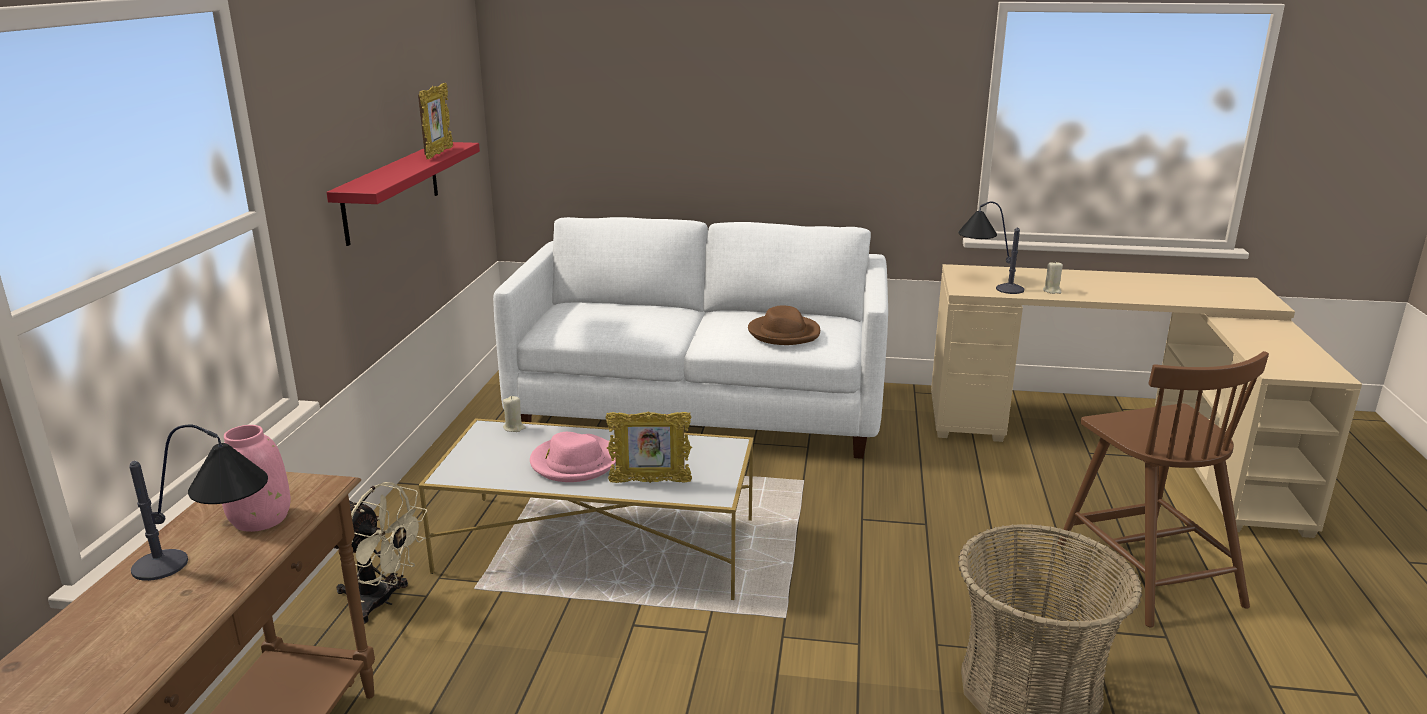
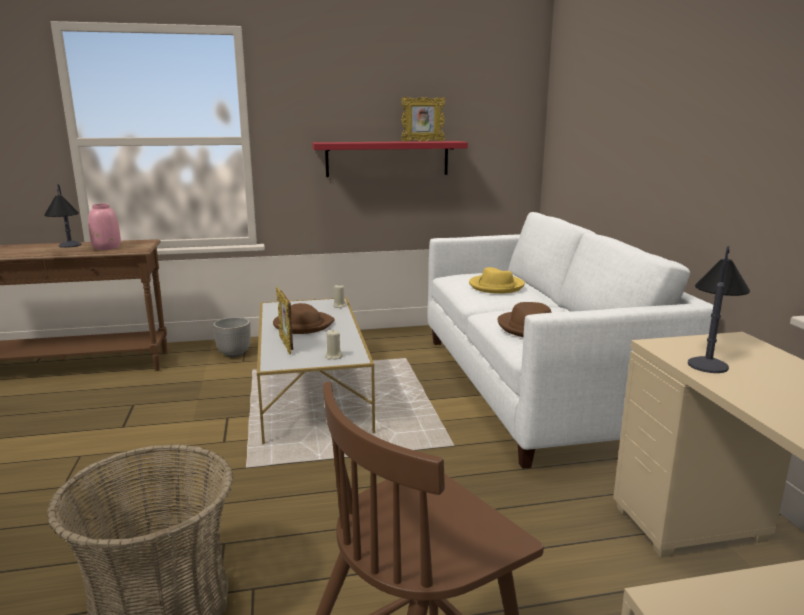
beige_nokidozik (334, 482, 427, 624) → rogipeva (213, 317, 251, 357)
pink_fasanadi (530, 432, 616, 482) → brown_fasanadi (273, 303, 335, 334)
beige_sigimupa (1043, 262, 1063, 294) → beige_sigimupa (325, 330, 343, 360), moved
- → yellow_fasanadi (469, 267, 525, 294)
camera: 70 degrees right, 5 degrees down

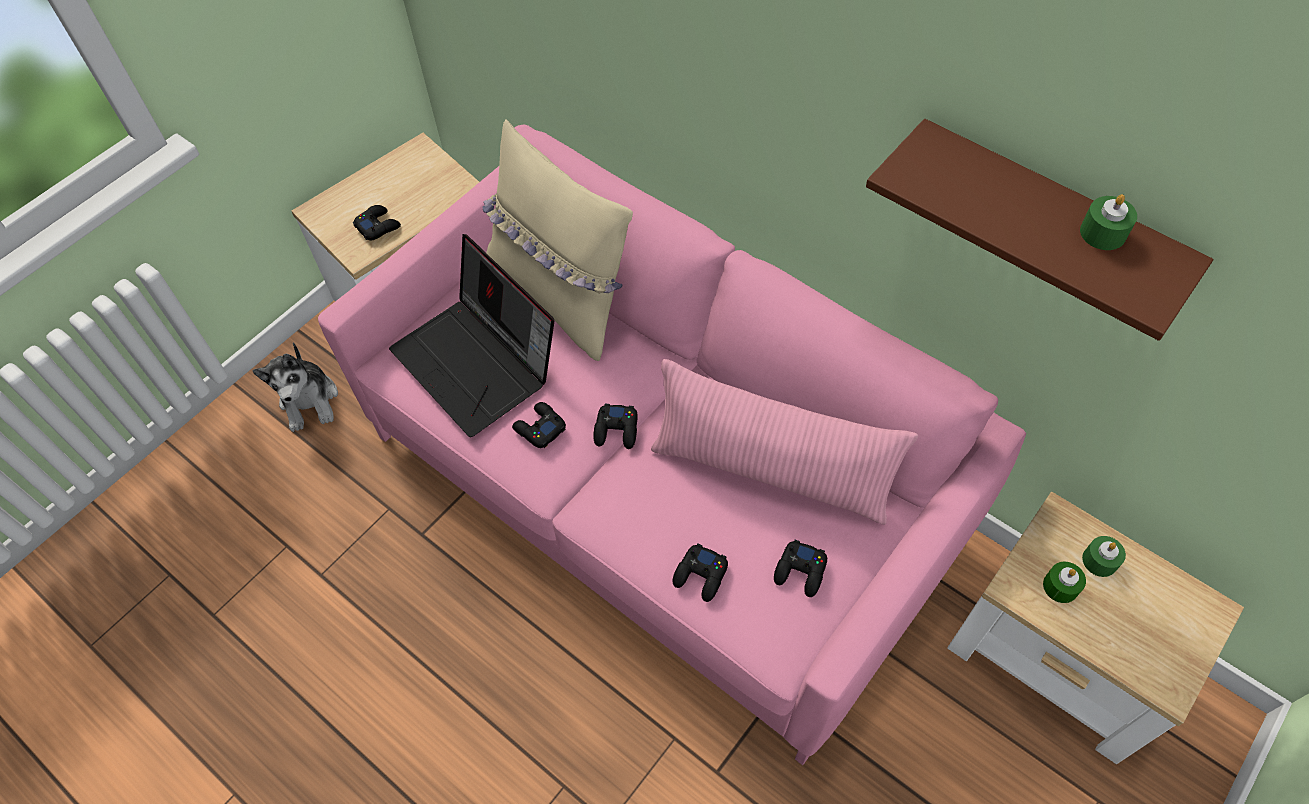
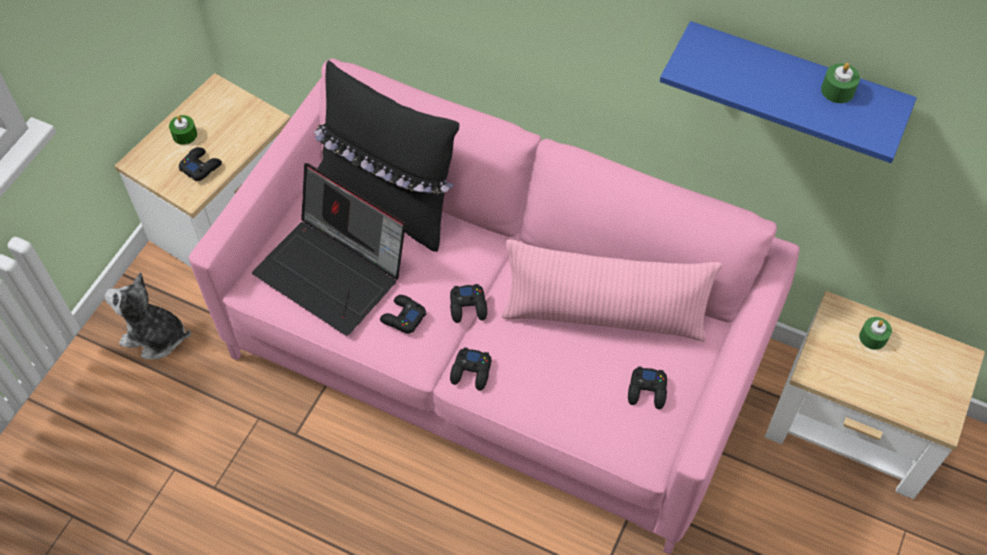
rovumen (253, 343, 338, 432) → rovumen (105, 272, 191, 359), 135 degrees clockwise
green_sigimupa (1043, 562, 1086, 603) → green_sigimupa (169, 115, 197, 145), moved
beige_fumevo (483, 119, 633, 361) → black_fumevo (314, 60, 459, 252)
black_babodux (673, 544, 728, 602) → black_babodux (450, 347, 491, 391), moved
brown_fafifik (866, 119, 1213, 341) → blue_fafifik (660, 21, 917, 163)
camera: 15 degrees left, 0 degrees up

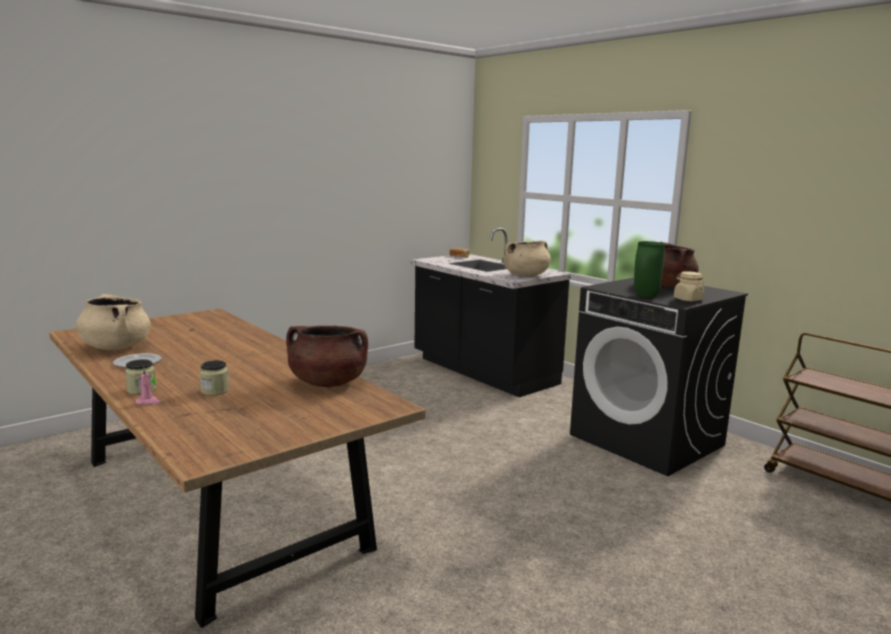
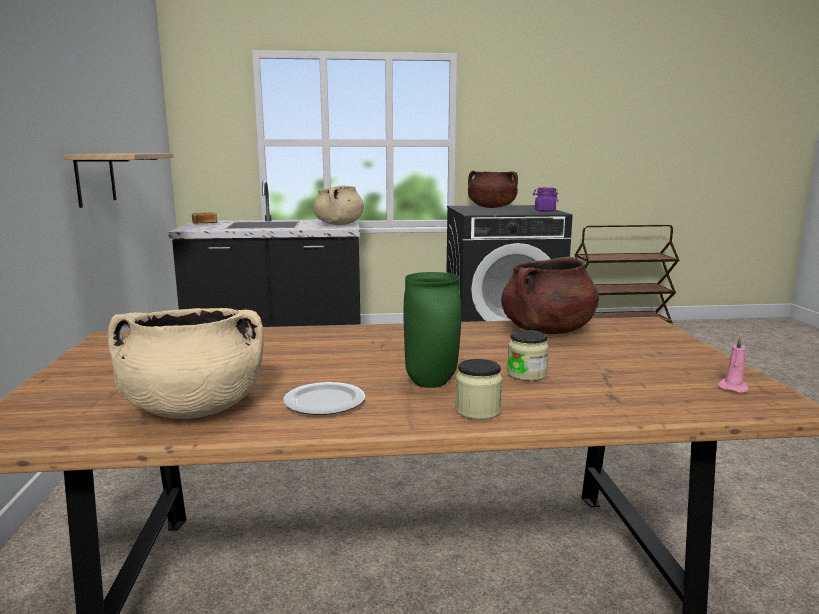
- → fafifik (64, 153, 173, 208)
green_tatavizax (634, 241, 665, 298) → green_tatavizax (404, 272, 461, 388), moved
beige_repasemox (674, 272, 705, 301) → purple_repasemox (533, 187, 558, 212)
pink_sigimupa (135, 368, 160, 405) → pink_sigimupa (717, 335, 749, 393), moved
camera: 55 degrees left, 0 degrees up

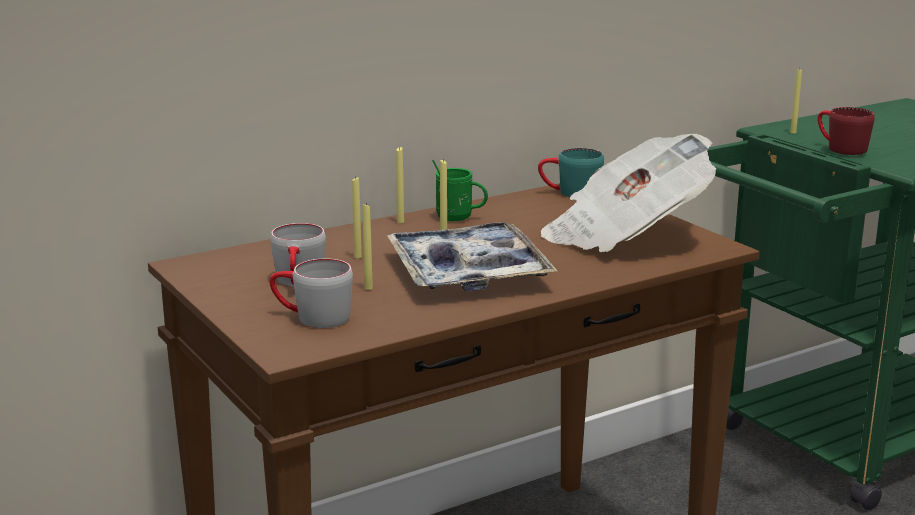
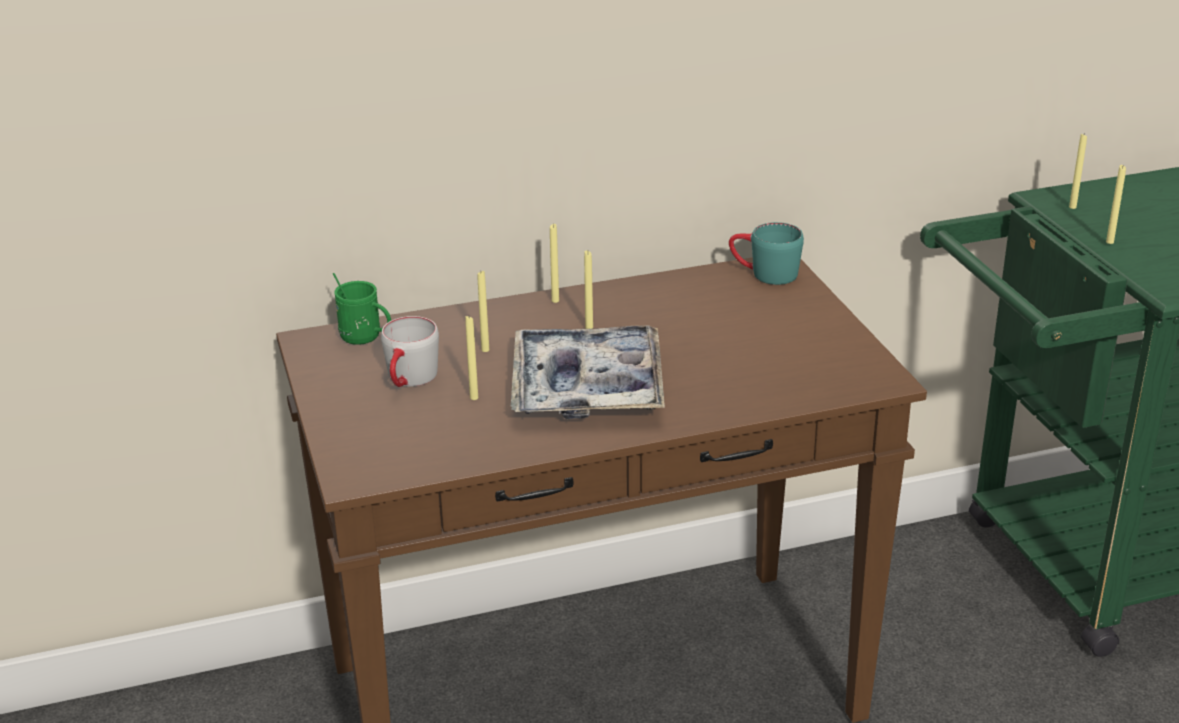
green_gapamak (432, 160, 488, 221) → green_gapamak (333, 273, 391, 345), moved
red_gapamak (818, 107, 875, 155) → yellow_sigimupa (1106, 165, 1126, 244)
grey_gapamak (270, 259, 353, 328) → -
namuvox (541, 134, 716, 252) → -
camera: 15 degrees right, 10 degrees up

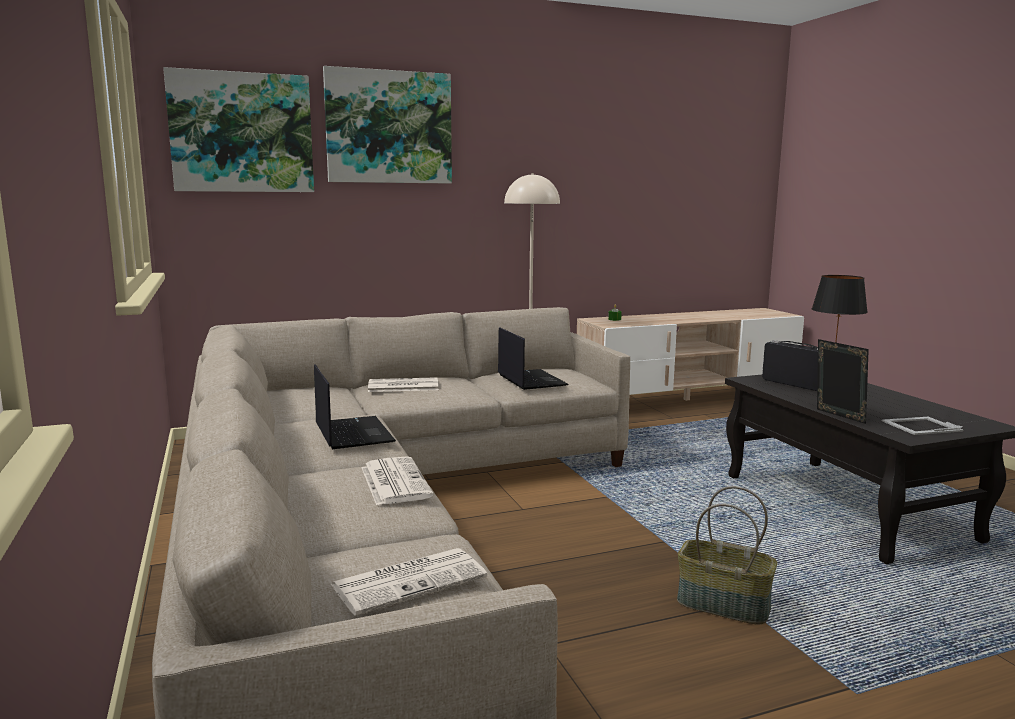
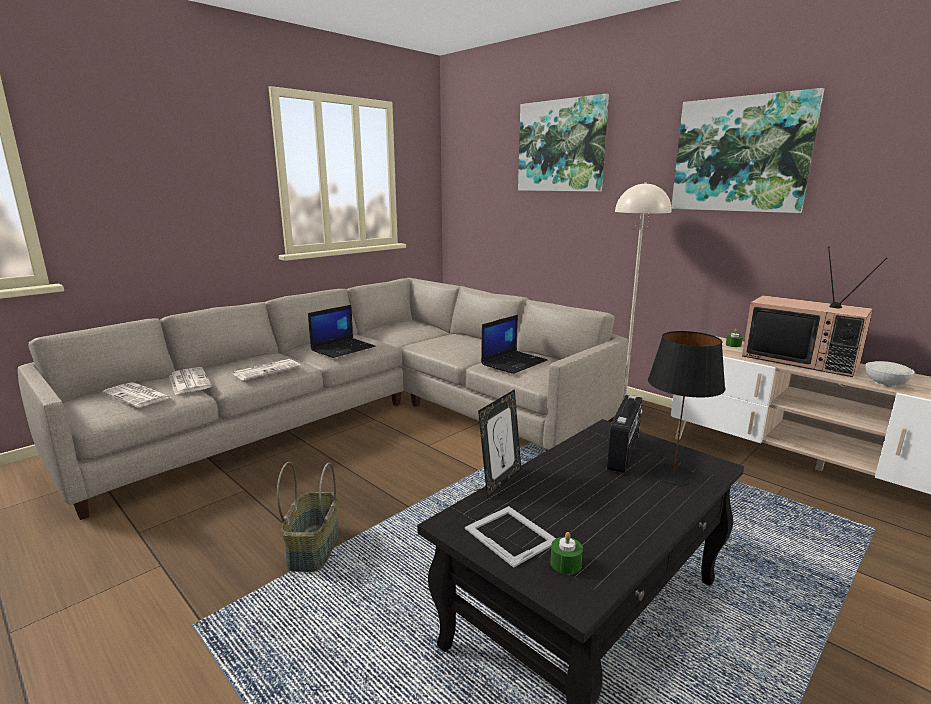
namuvox (368, 377, 439, 392) → namuvox (169, 367, 212, 395), moved
- → green_sigimupa (550, 532, 583, 574)
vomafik (163, 67, 314, 192) → vomafik (671, 88, 824, 213), moved
- → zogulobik (742, 247, 888, 377)
- → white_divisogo (865, 361, 914, 387)
camera: 65 degrees right, 5 degrees up

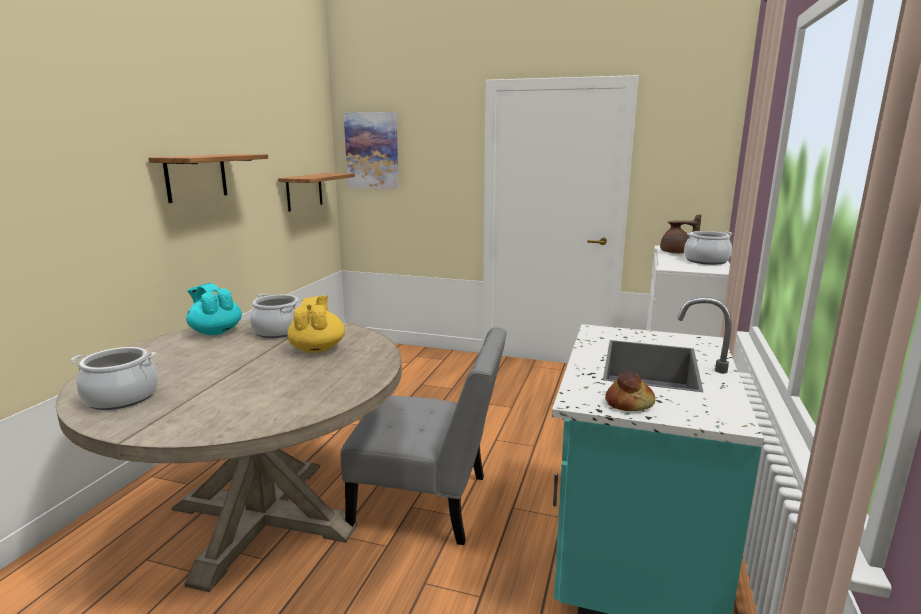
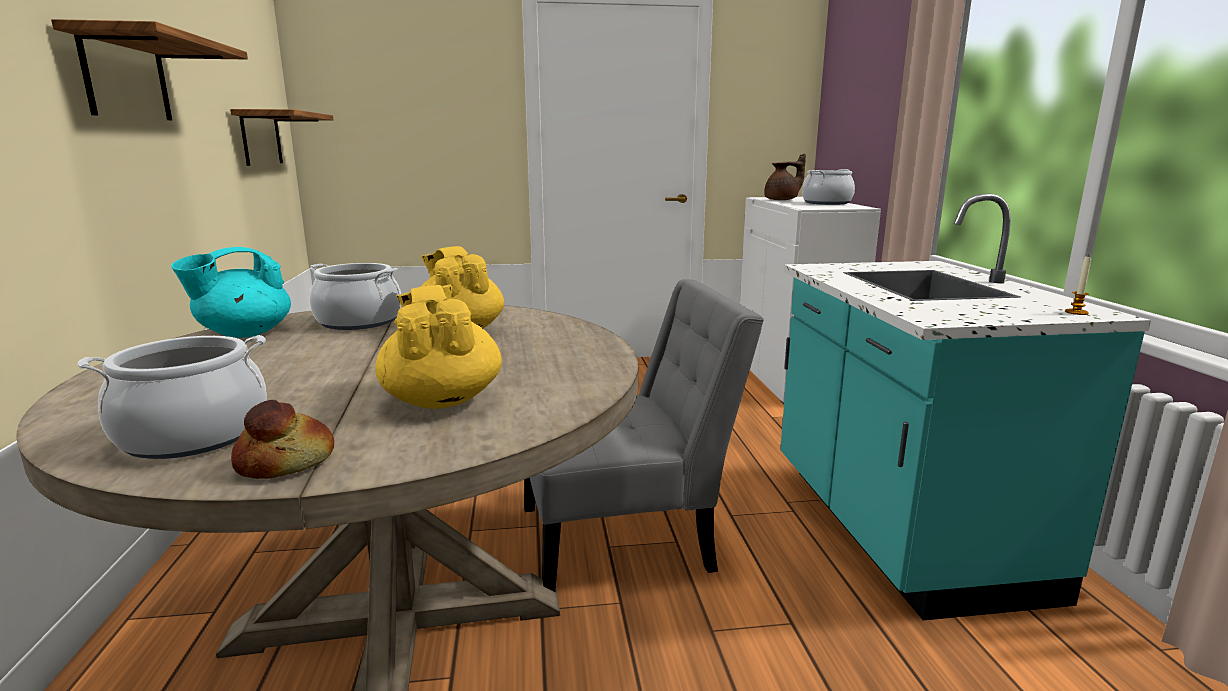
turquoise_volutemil (186, 283, 242, 335) → turquoise_volutemil (171, 247, 291, 338), 60 degrees counterclockwise
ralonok (605, 371, 655, 411) → ralonok (231, 400, 334, 479), moved
- → yellow_volutemil (375, 284, 502, 409)
- → sigimupa (1065, 255, 1091, 315)
vomafik (344, 112, 399, 189) → -
camera: 25 degrees left, 0 degrees up

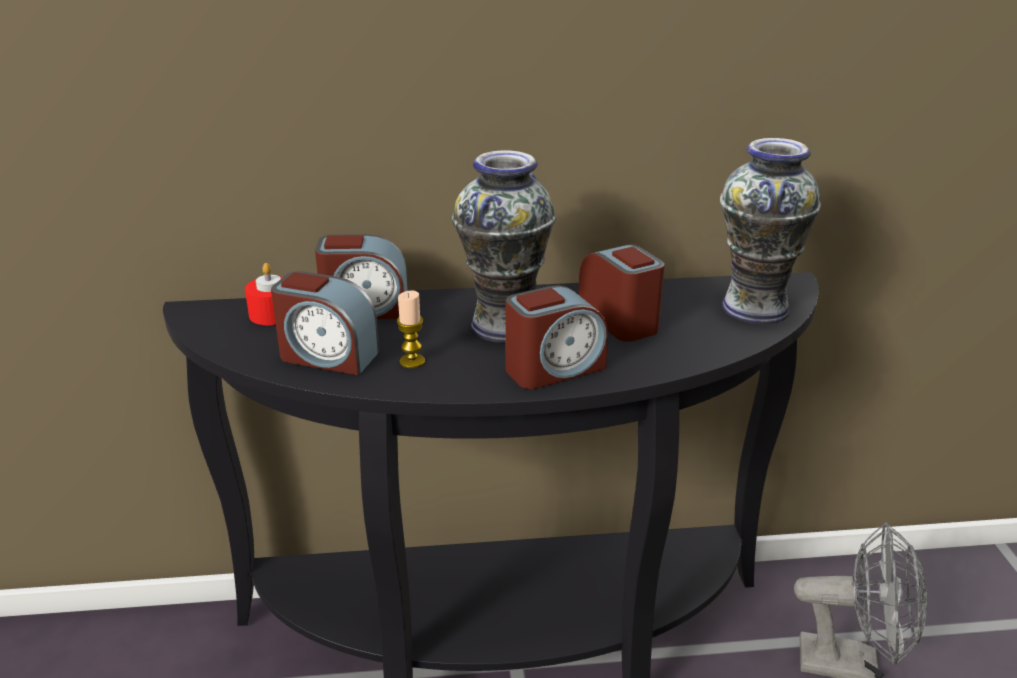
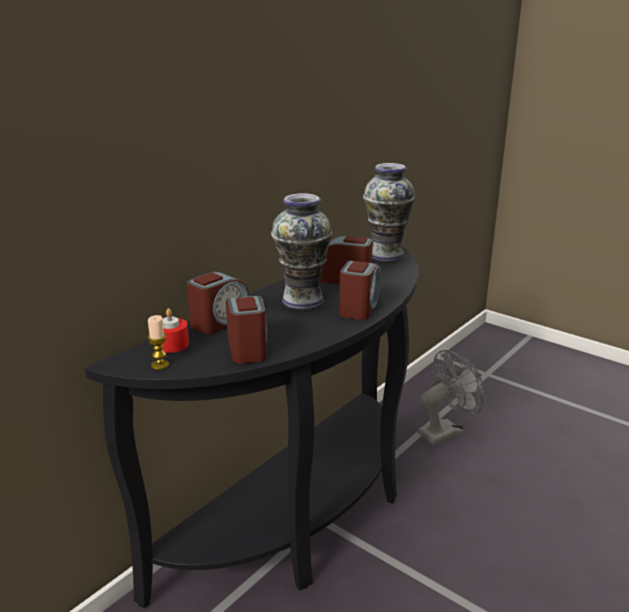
sigimupa (397, 290, 425, 368) → sigimupa (148, 315, 169, 370), moved
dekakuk (271, 271, 379, 375) → dekakuk (226, 296, 267, 363), 75 degrees counterclockwise
camera: 45 degrees left, 5 degrees down

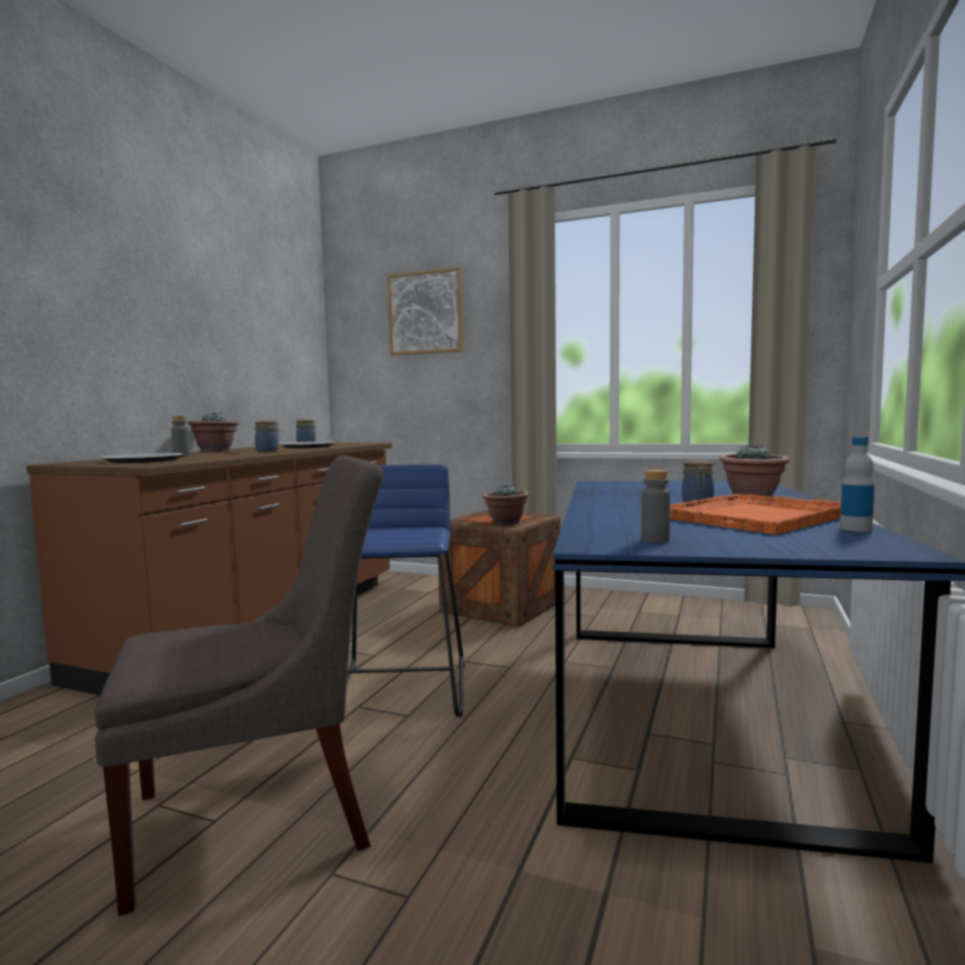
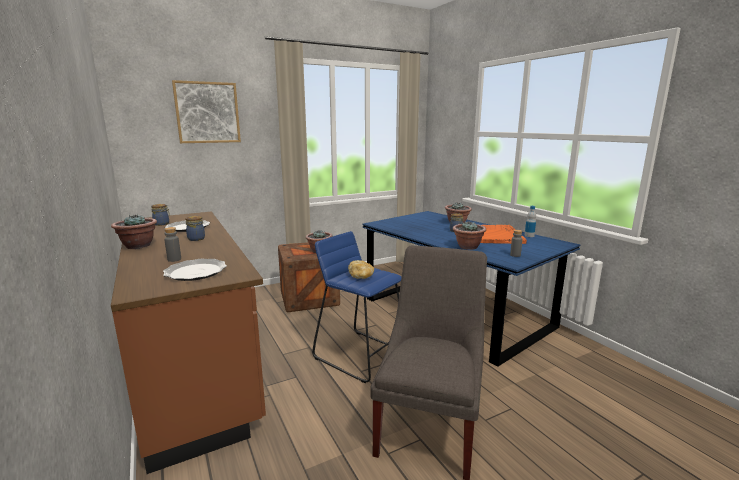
- → ralonok (348, 260, 374, 279)
- → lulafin (453, 221, 486, 250)
camera: 50 degrees left, 10 degrees up

